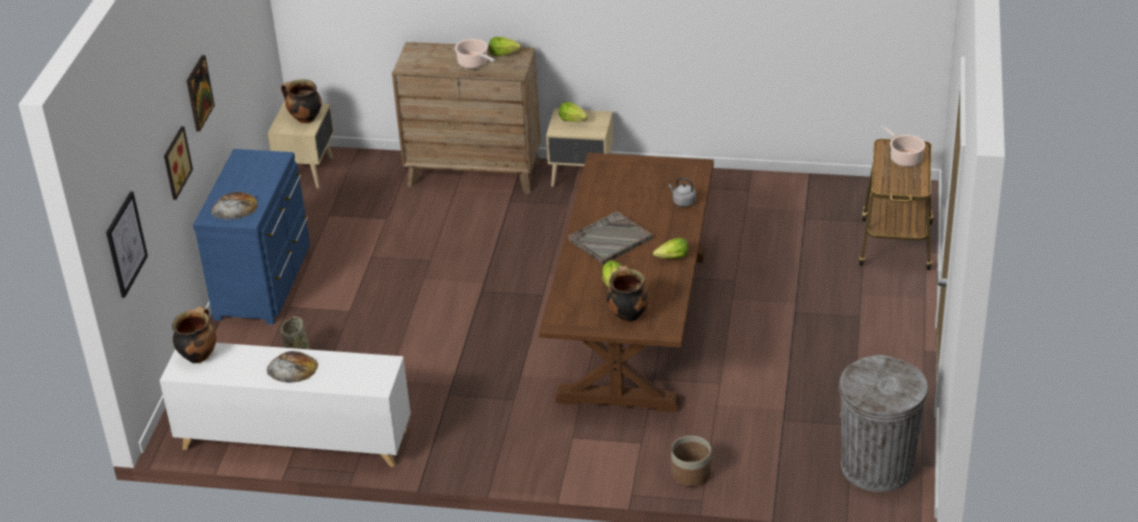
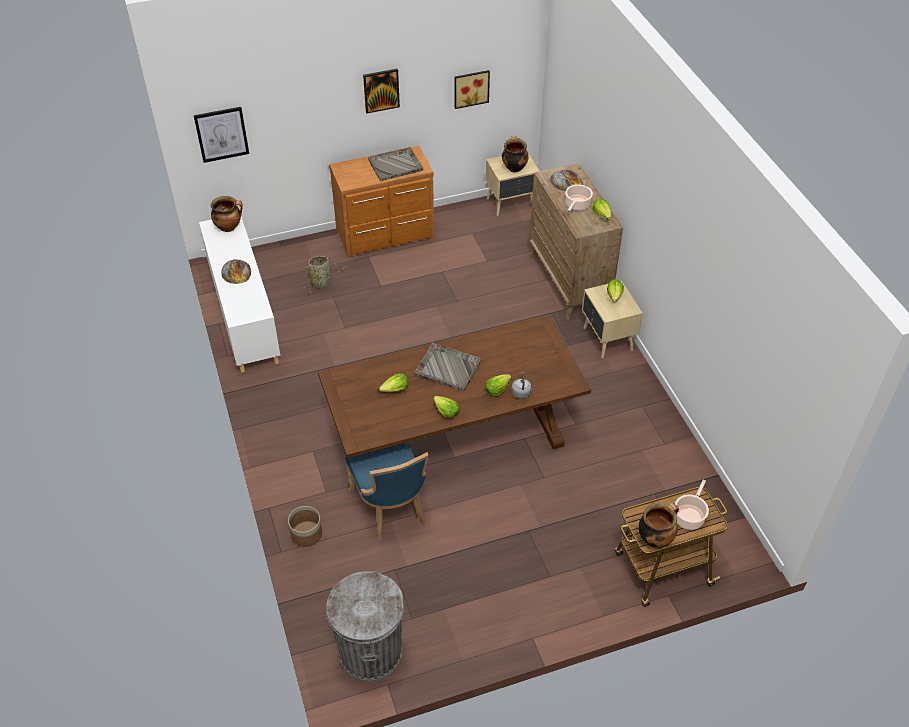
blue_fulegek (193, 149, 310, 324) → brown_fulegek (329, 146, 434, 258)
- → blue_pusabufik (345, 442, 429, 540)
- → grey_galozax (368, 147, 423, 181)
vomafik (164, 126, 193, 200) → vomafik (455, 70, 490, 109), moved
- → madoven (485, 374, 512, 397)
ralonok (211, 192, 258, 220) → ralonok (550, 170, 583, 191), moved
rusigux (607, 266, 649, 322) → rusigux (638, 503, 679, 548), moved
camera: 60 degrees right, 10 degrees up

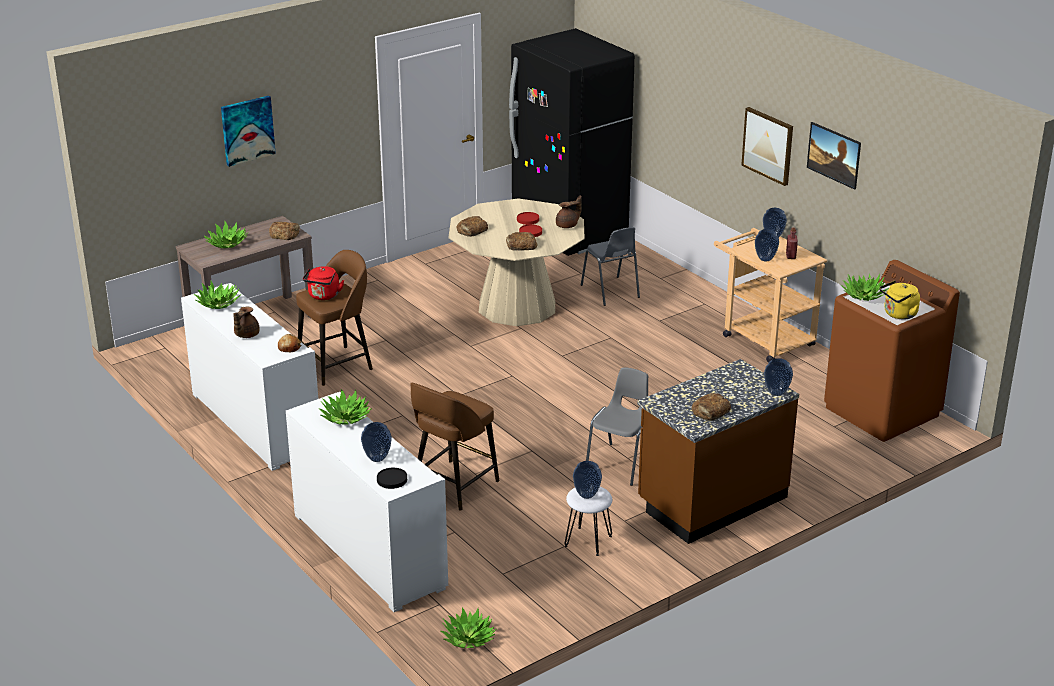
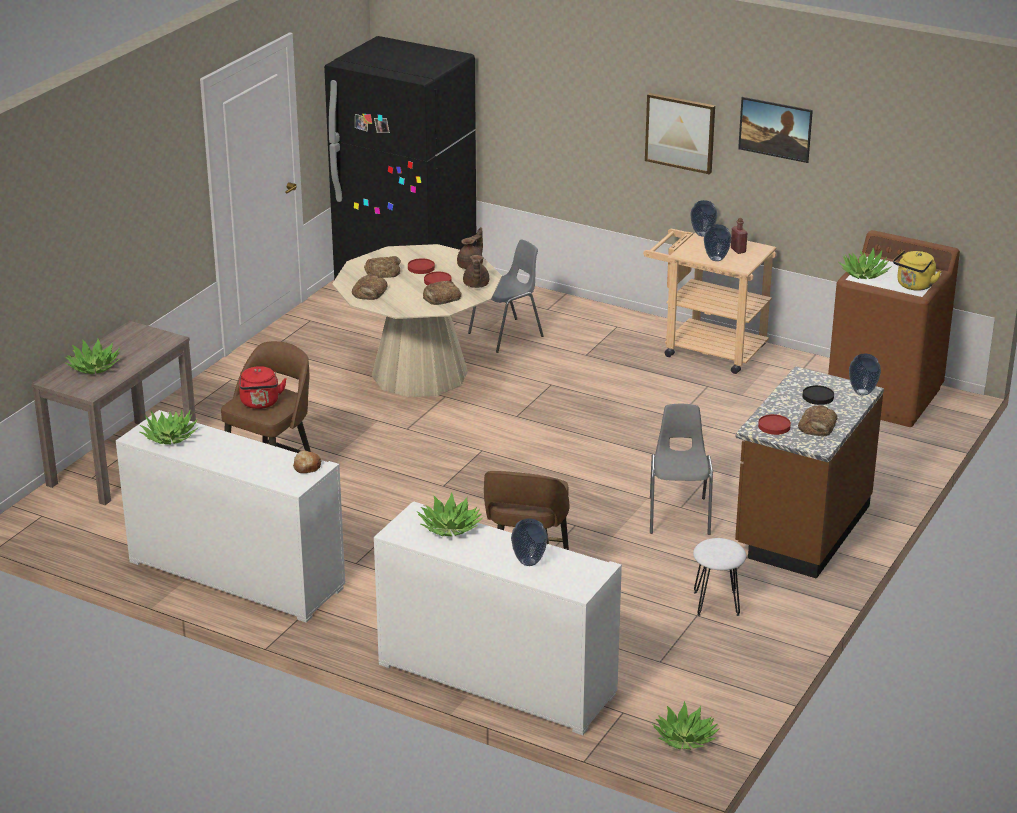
ralonok (269, 222, 300, 240) → ralonok (364, 256, 401, 278), moved
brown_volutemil (233, 306, 260, 338) → brown_volutemil (463, 255, 489, 288), moved
grey_pusabufik (581, 227, 640, 306) → grey_pusabufik (468, 240, 544, 353), 75 degrees counterclockwise
- → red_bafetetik (758, 414, 791, 435)
black_bafetetik (377, 468, 407, 489) → black_bafetetik (803, 385, 834, 405), moved
vomafik (221, 96, 276, 167) → -
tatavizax (573, 461, 602, 499) → -
camera: 25 degrees left, 0 degrees up

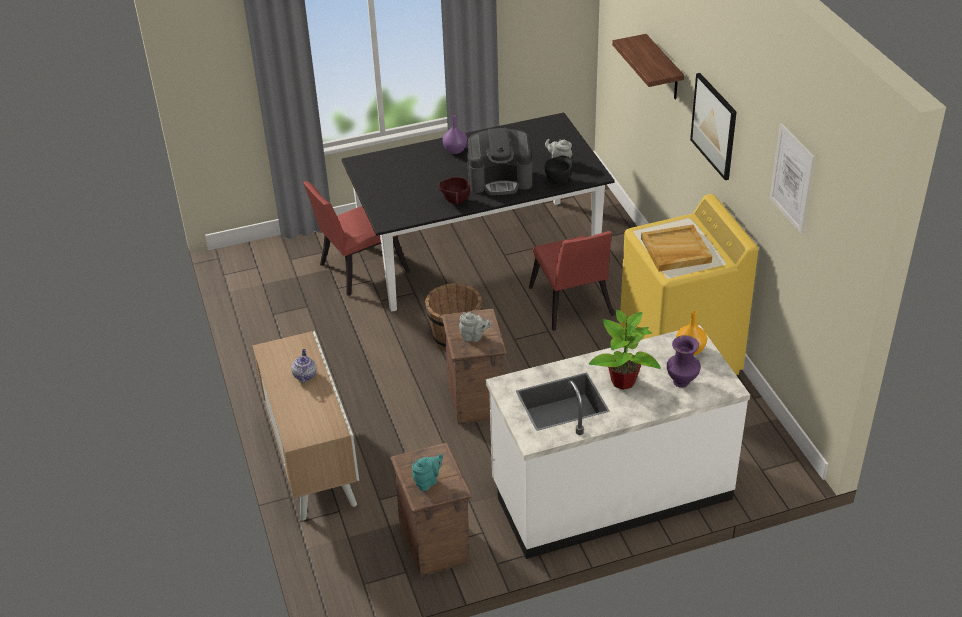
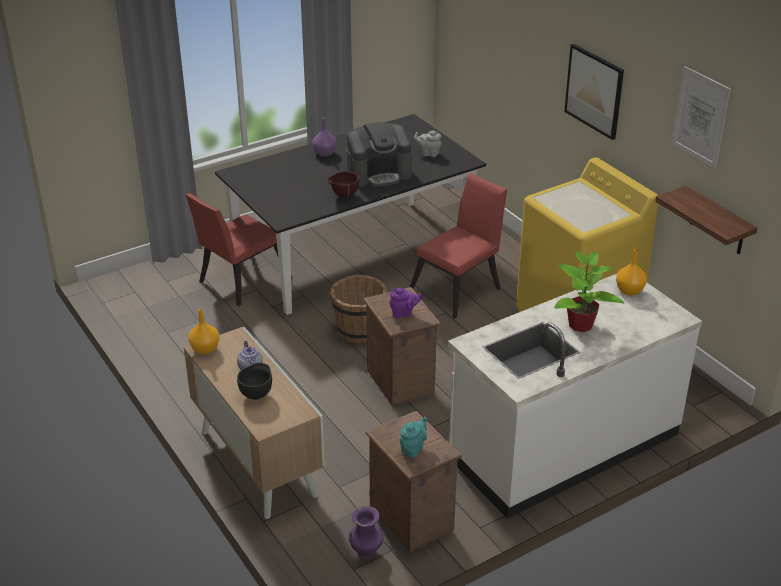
- → orange_tatavizax (188, 309, 219, 355)
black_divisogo (545, 155, 572, 184) → black_divisogo (237, 363, 272, 400), moved
purple_tatavizax (667, 335, 701, 388) → purple_tatavizax (349, 506, 383, 559), moved
grey_volutemil (459, 312, 492, 342) → purple_volutemil (389, 288, 423, 318)
red_pusabufik (529, 231, 614, 331) → red_pusabufik (410, 173, 507, 319), 105 degrees counterclockwise
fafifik (612, 34, 684, 100) → fafifik (655, 186, 758, 254), moved
beige_galozax (641, 224, 712, 272) → -
camera: 15 degrees left, 5 degrees down

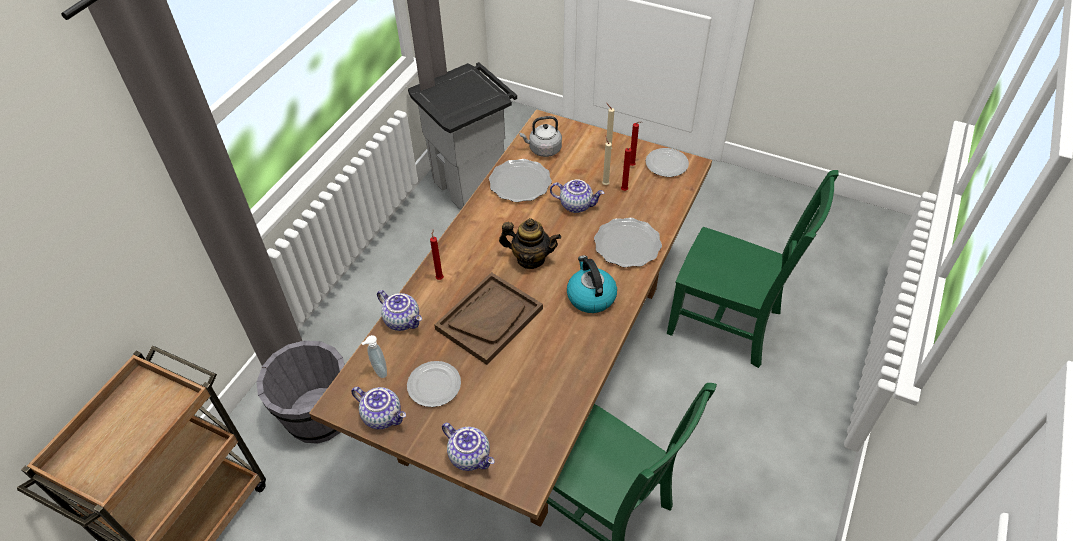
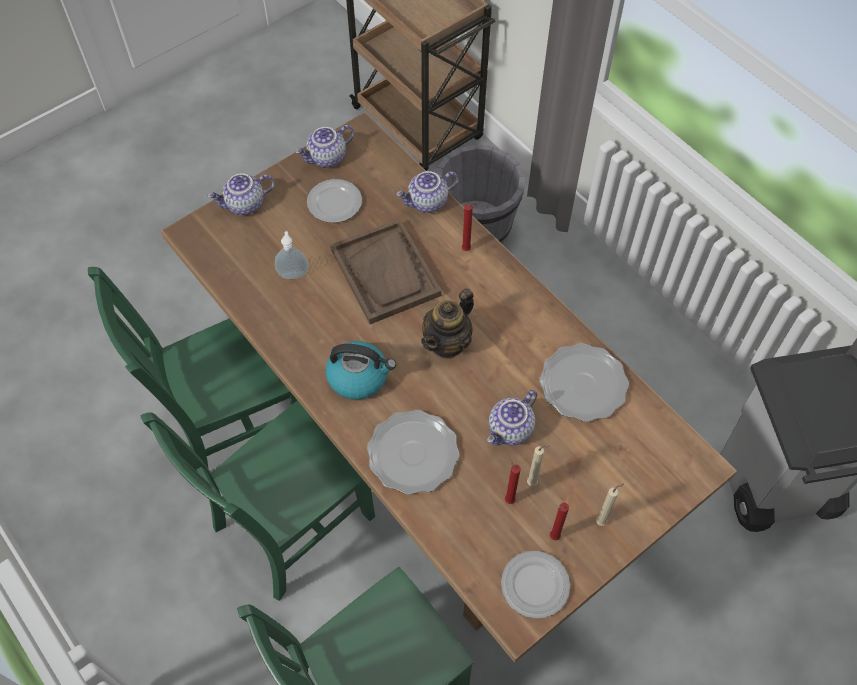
- → green_pusabufik (140, 401, 375, 601)
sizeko (361, 335, 387, 378) → sizeko (275, 231, 309, 279), moved
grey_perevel (519, 116, 562, 157) → -
camera: 115 degrees right, 10 degrees up

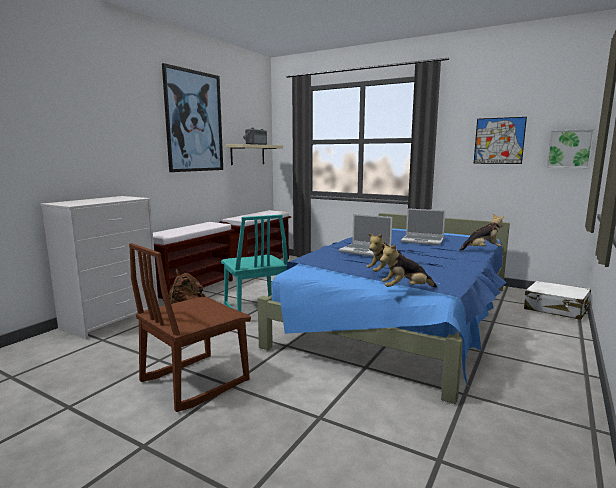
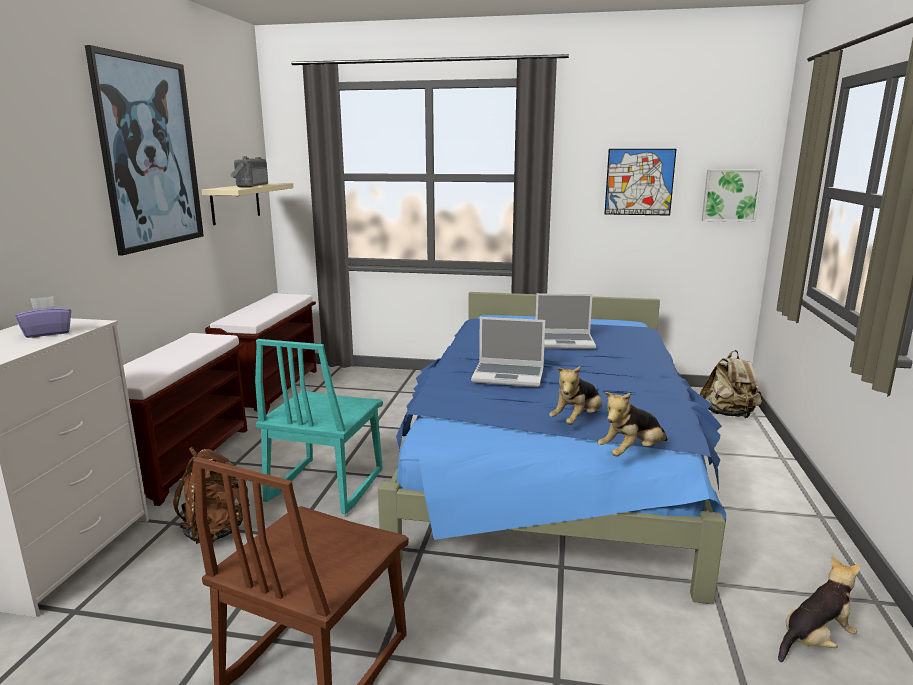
- → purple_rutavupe (15, 296, 72, 338)
turquoise_pusabufik (221, 214, 288, 312) → turquoise_pusabufik (255, 339, 383, 514), 60 degrees clockwise
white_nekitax (524, 281, 591, 320) → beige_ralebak (700, 350, 762, 418)
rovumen (459, 214, 505, 251) → rovumen (778, 556, 860, 662), moved
camera: 20 degrees left, 5 degrees up

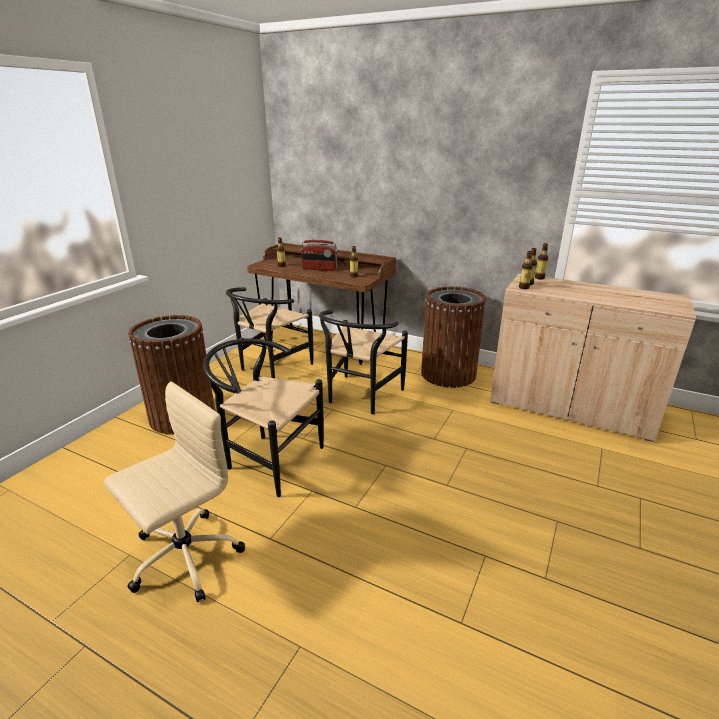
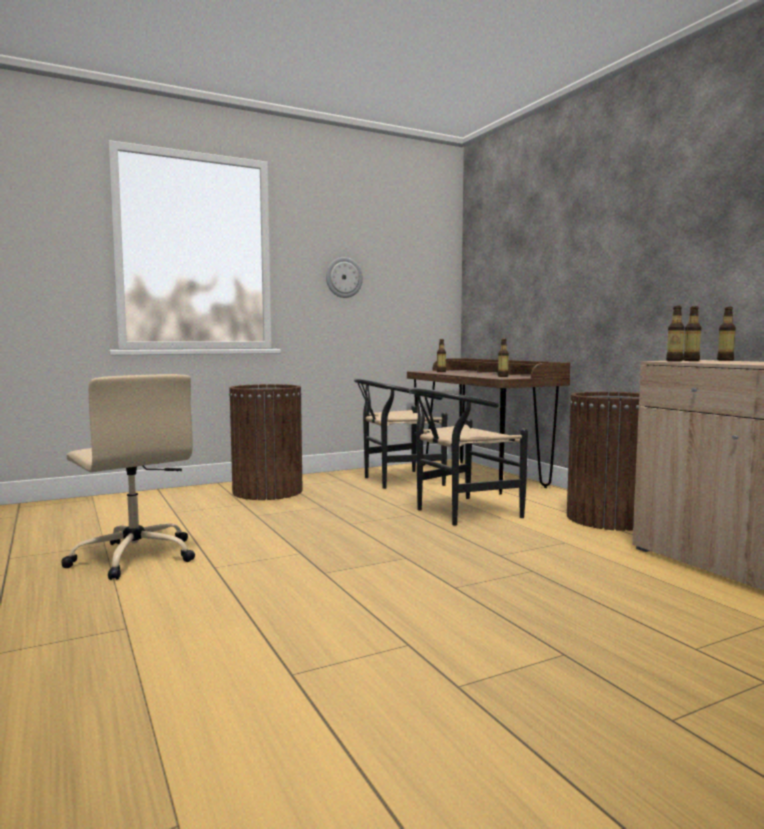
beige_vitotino (104, 382, 245, 602) → beige_vitotino (61, 374, 195, 580), 60 degrees clockwise
- → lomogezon (326, 257, 363, 298)
black_pusabufik (203, 338, 324, 497) → -
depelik (300, 240, 338, 271) → -
camera: 35 degrees right, 20 degrees down

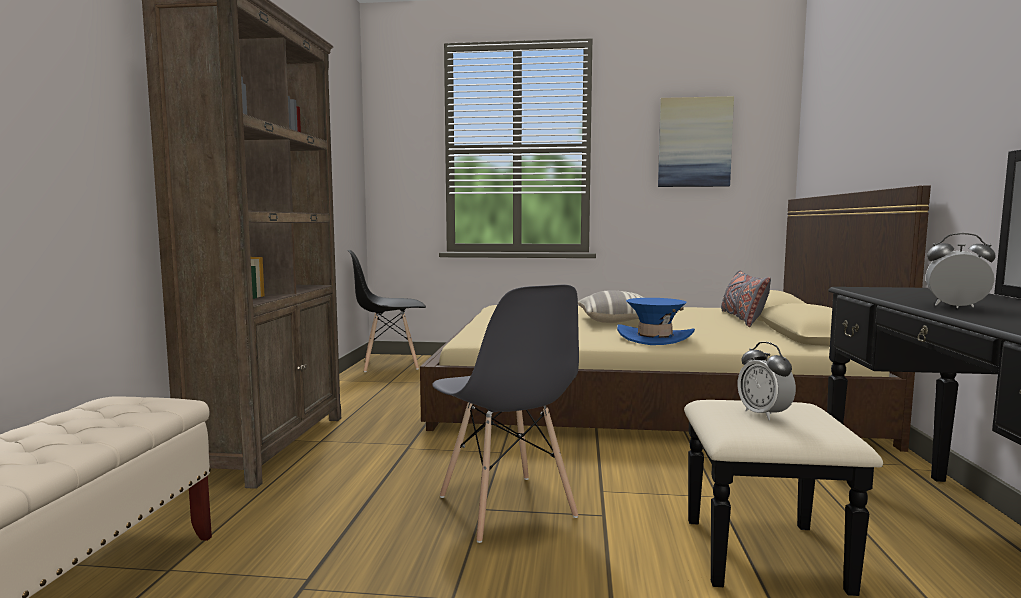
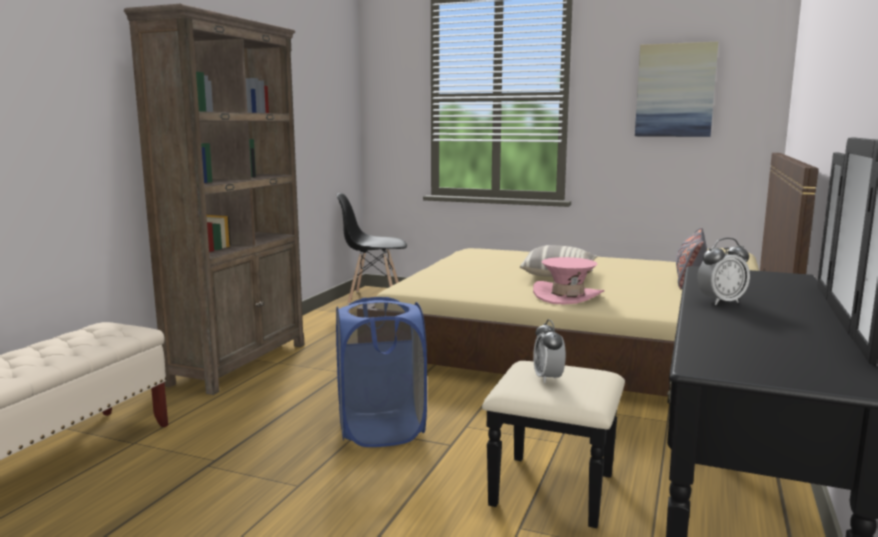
grey_pusabufik (432, 285, 579, 543) → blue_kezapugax (336, 297, 427, 447)
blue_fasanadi (617, 298, 695, 345) → pink_fasanadi (533, 257, 604, 305)
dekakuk (926, 233, 996, 308) → dekakuk (697, 238, 750, 305), 120 degrees clockwise
camera: 15 degrees right, 5 degrees up

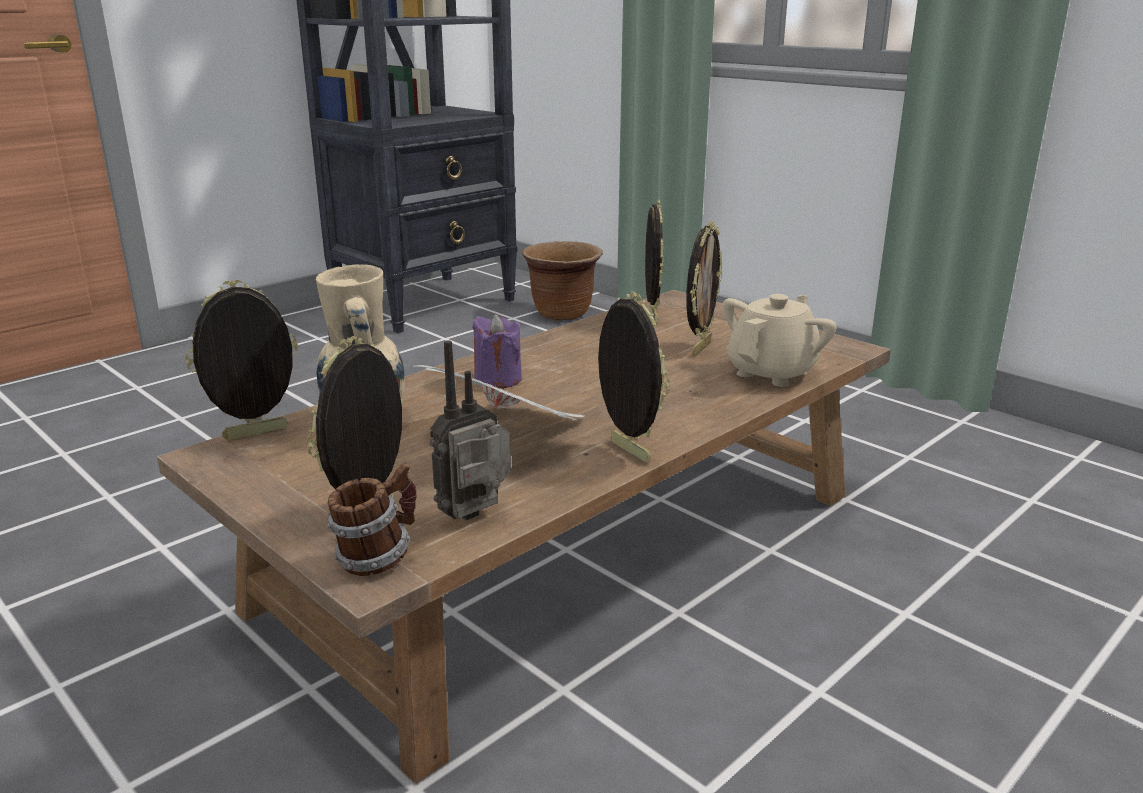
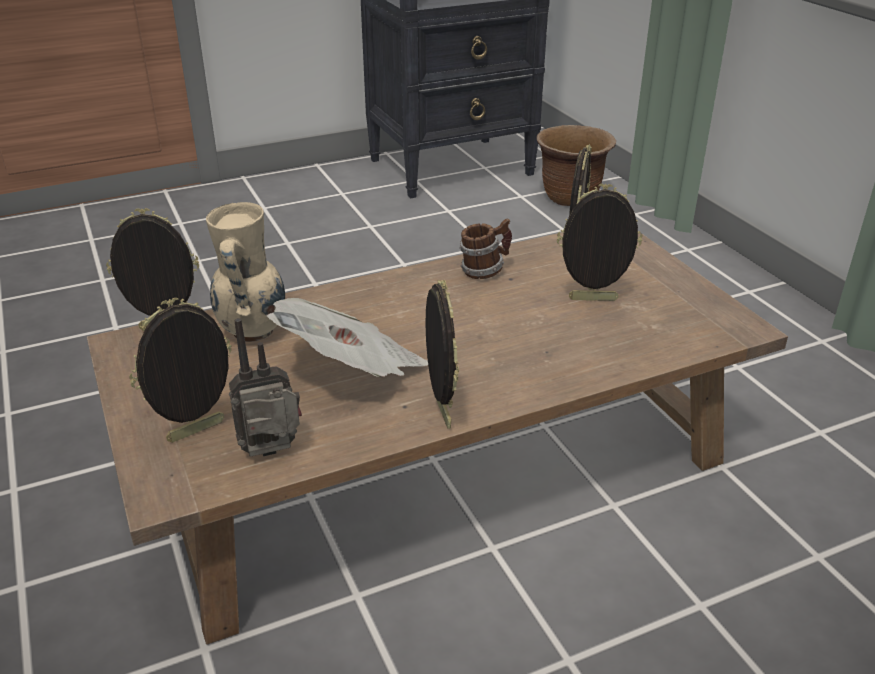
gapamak (327, 463, 417, 576) → gapamak (459, 219, 512, 279), moved
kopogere (686, 221, 722, 356) → kopogere (557, 184, 642, 301), 135 degrees counterclockwise
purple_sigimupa (472, 315, 521, 389) → -
beige_volutemil (723, 294, 837, 387) → -
camera: 20 degrees right, 10 degrees up

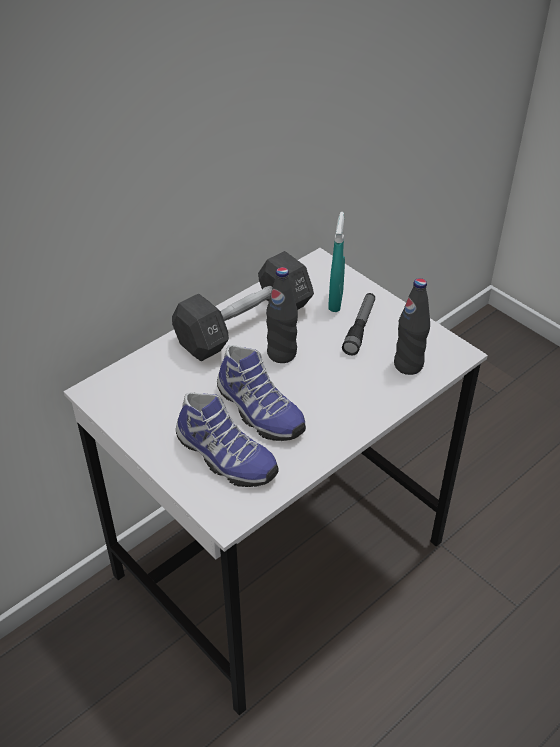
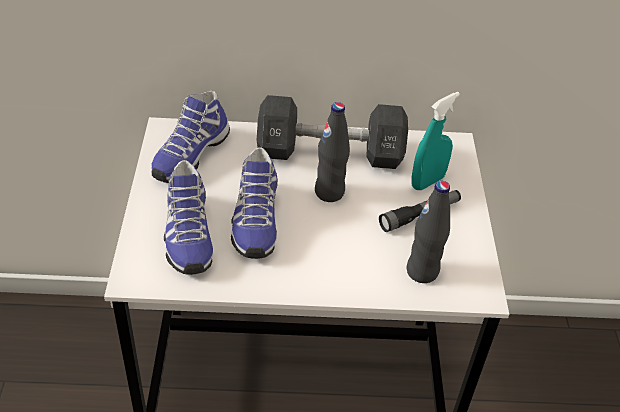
- → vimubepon (151, 91, 230, 183)
camera: 40 degrees right, 0 degrees up

